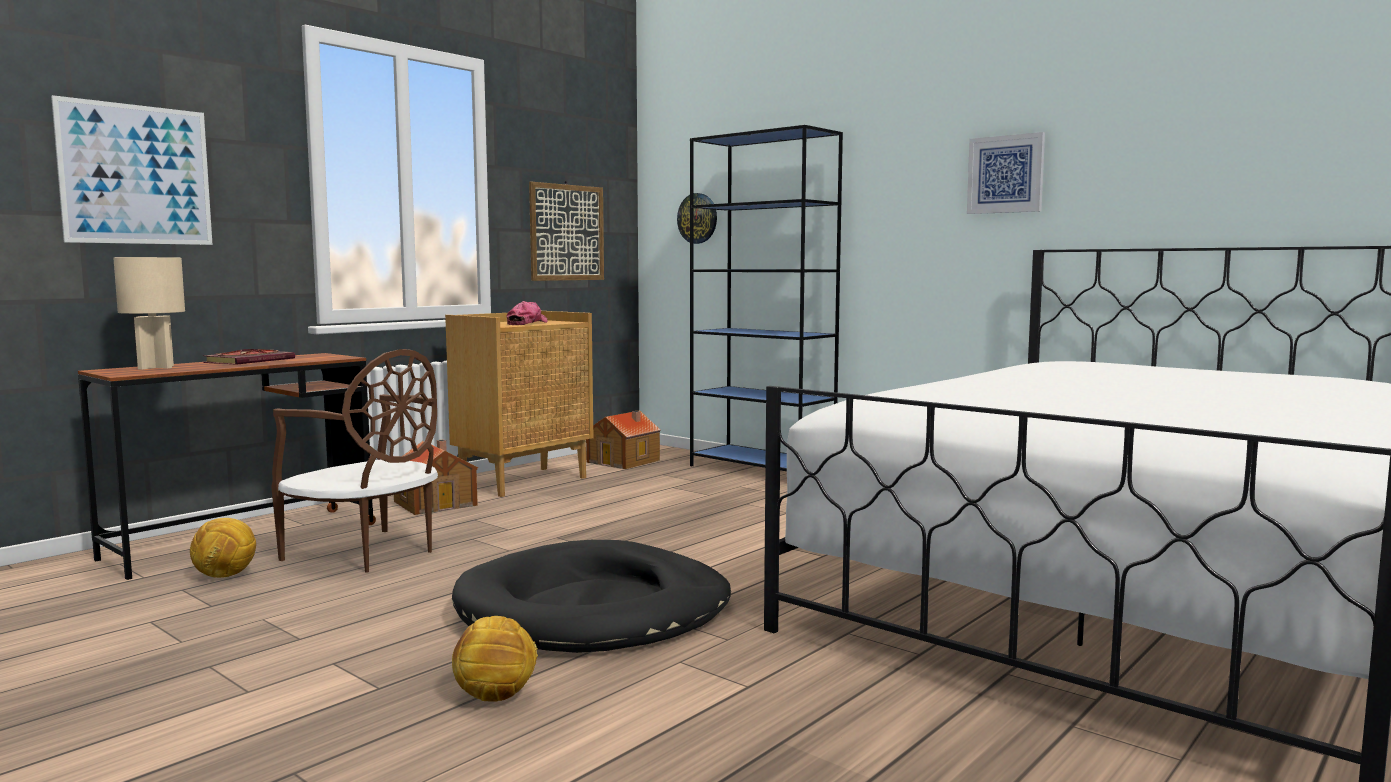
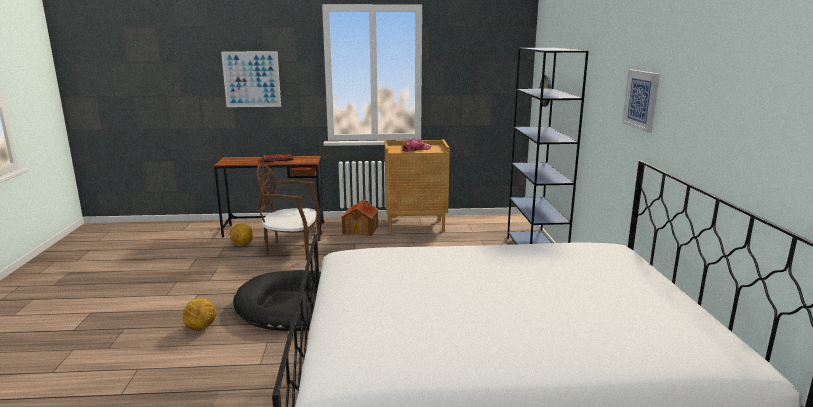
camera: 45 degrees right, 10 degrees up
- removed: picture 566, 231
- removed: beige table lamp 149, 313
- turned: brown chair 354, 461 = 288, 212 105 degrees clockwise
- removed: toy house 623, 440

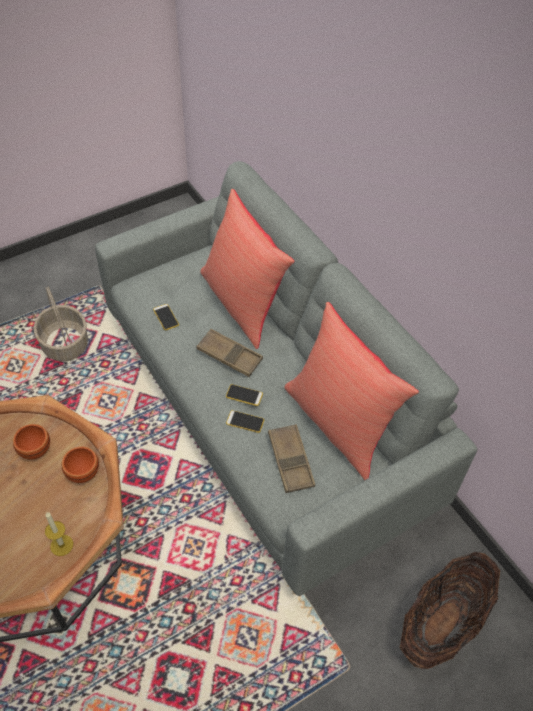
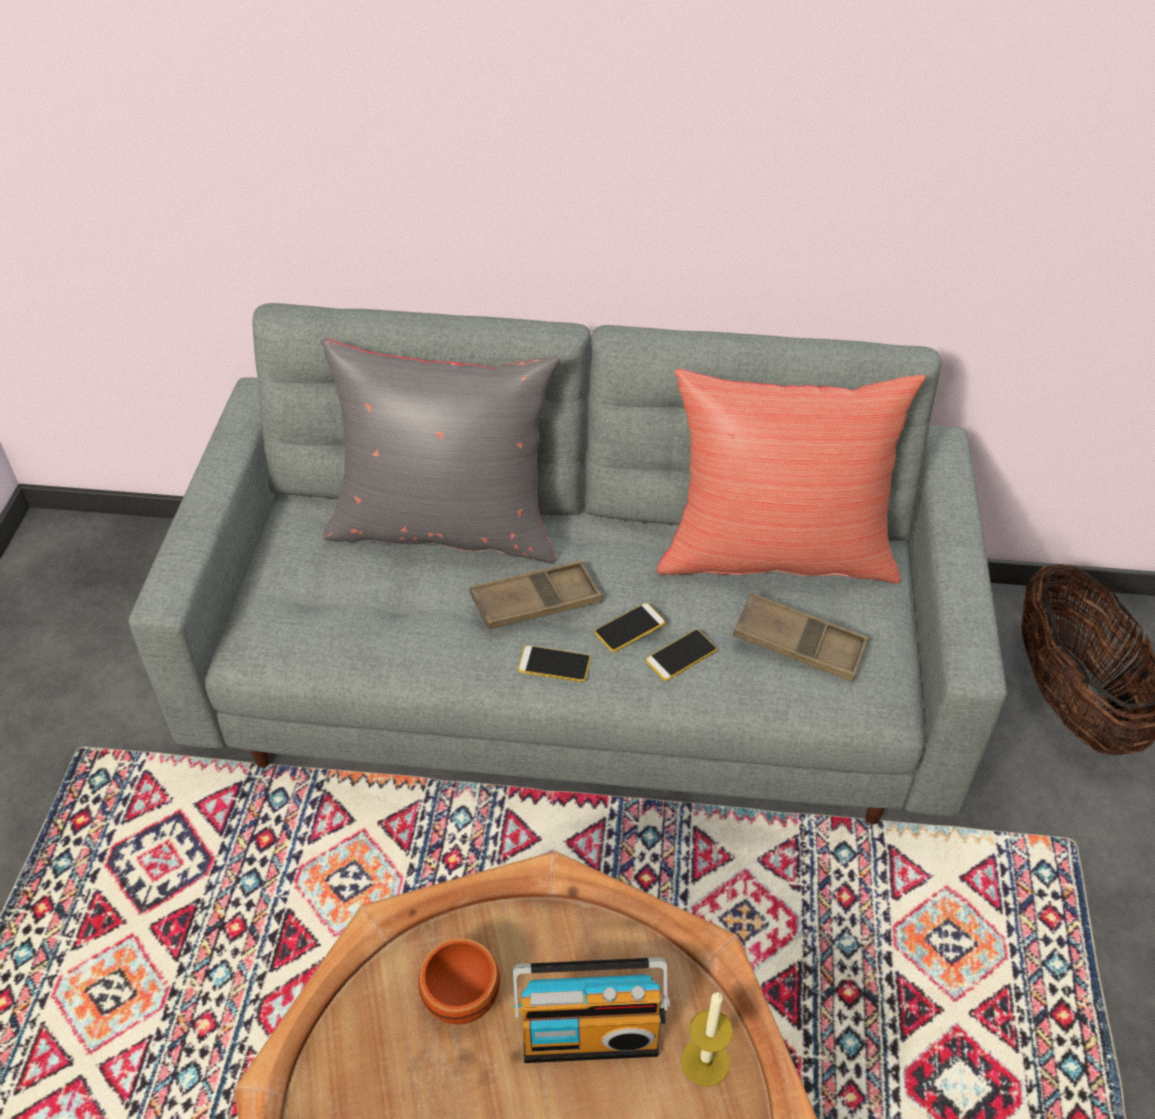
camera: 50 degrees left, 5 degrees down
- recoloured: red pillow 247, 269 to grey pillow 440, 451
- removed: basket 60, 324
- moved: phone 166, 317 to 554, 663
- removed: brown bowl 80, 464
- added: radio 591, 1010

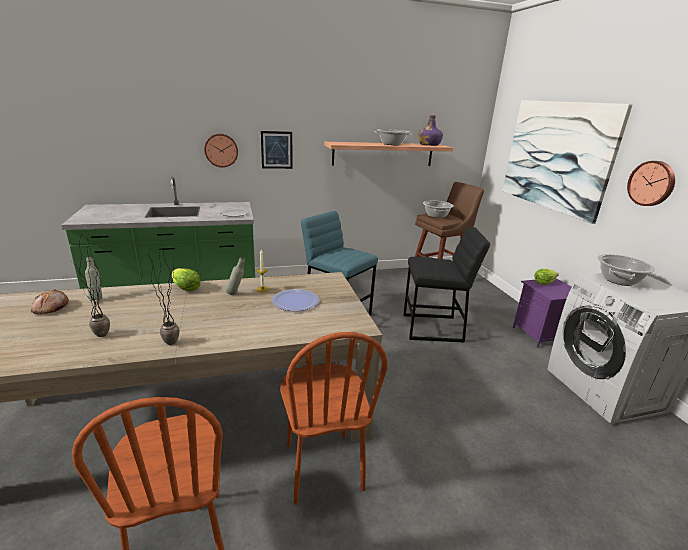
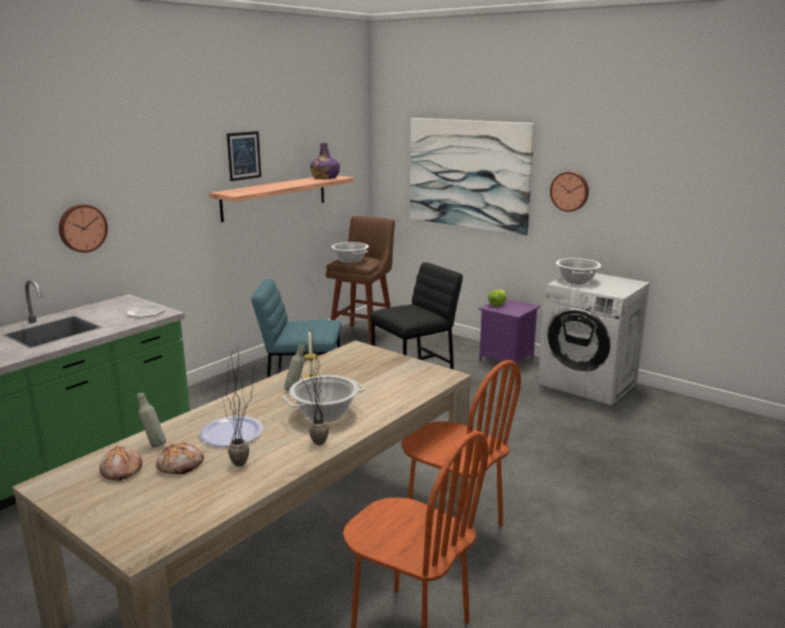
camera: 35 degrees left, 5 degrees down
- moved: cooking pot 393, 137 to 324, 398
- moved: picture 276, 150 to 244, 156
- removed: lettuce 186, 279
- moved: plate 295, 300 to 231, 431
- added: bread 180, 458

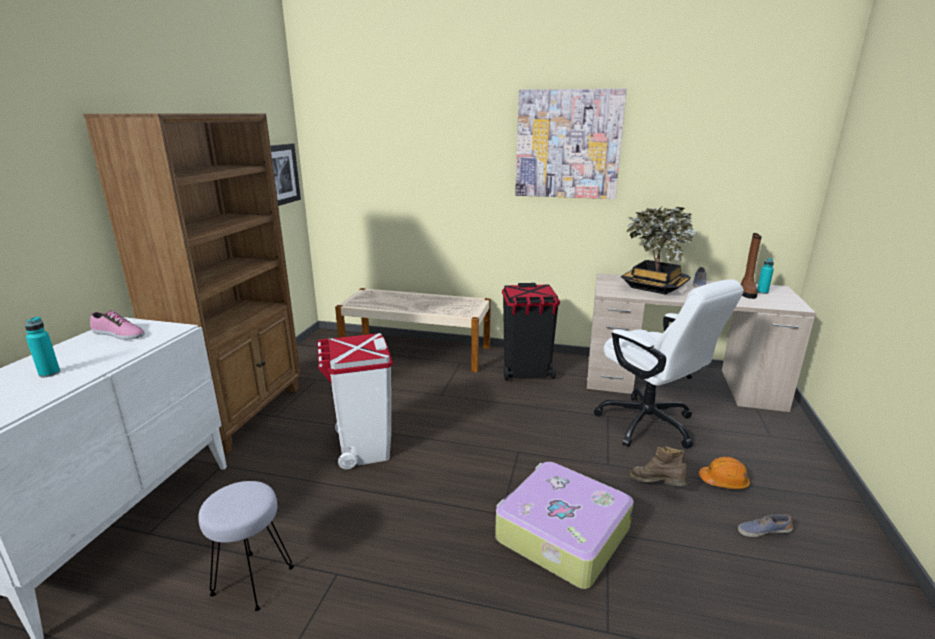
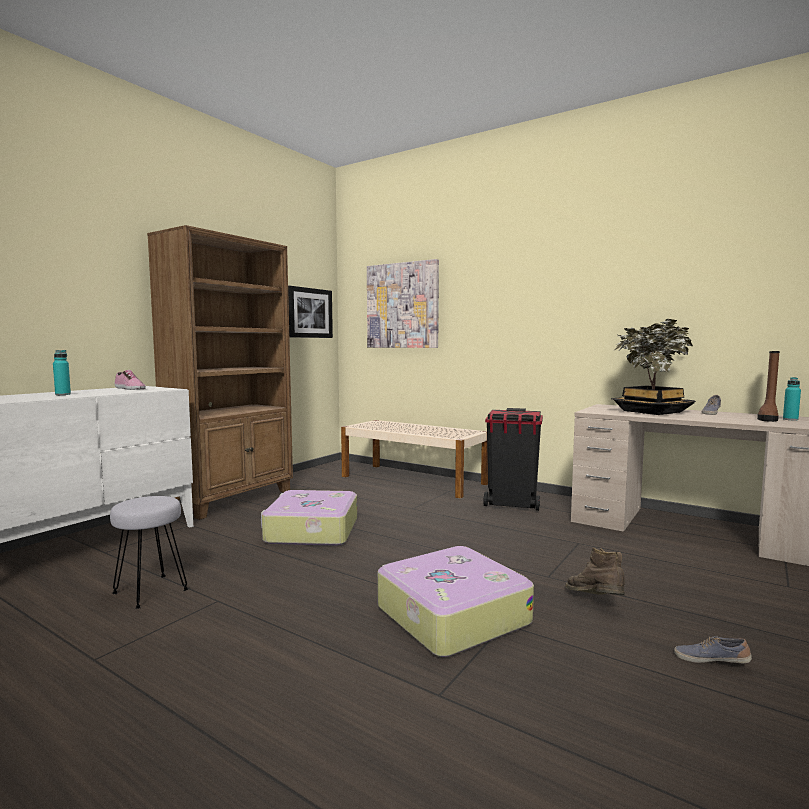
camera: 20 degrees right, 15 degrees down
- moved: picture 571, 144 to 403, 303
- removed: white office chair 669, 364
- replaced: white trash can 355, 401 to suitcase 309, 518
- removed: orange hard hat 724, 473

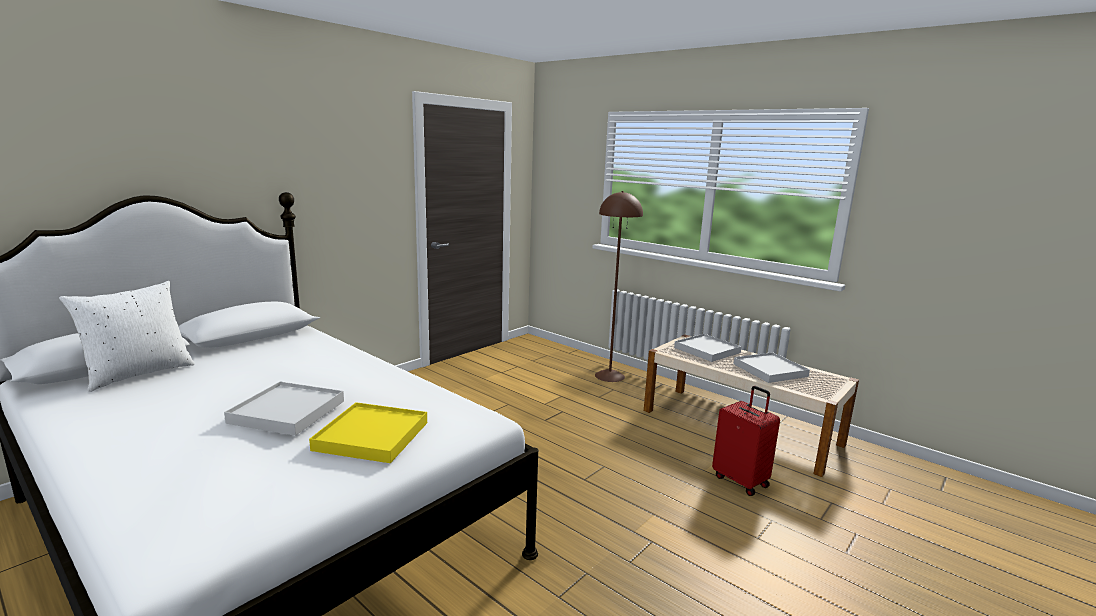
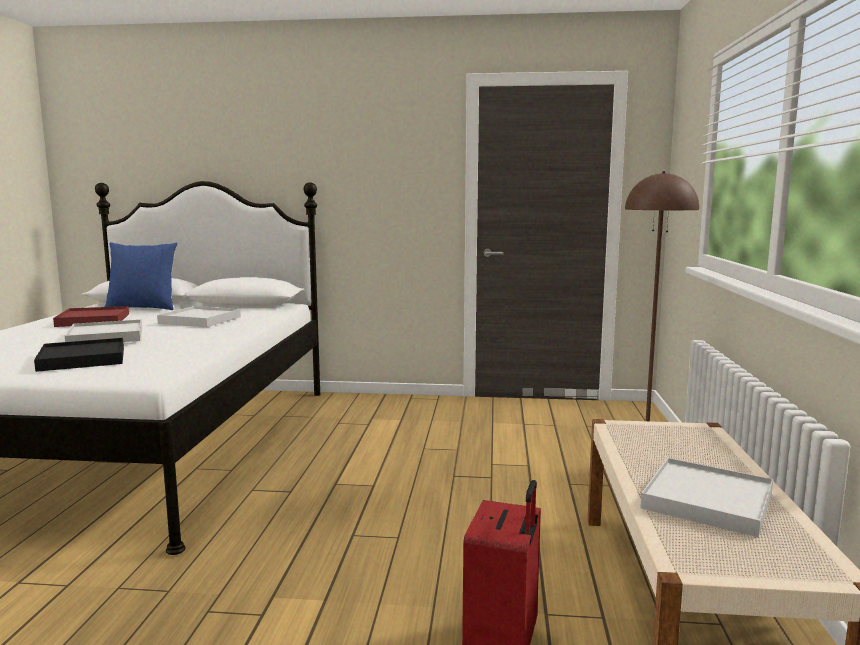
camera: 55 degrees right, 5 degrees down
- recoloured: white pillow 127, 336 to blue pillow 141, 276
- moved: white tray 708, 348 to 199, 316
- recoloured: yellow tray 368, 432 to black tray 79, 355
- added: red tray 91, 316

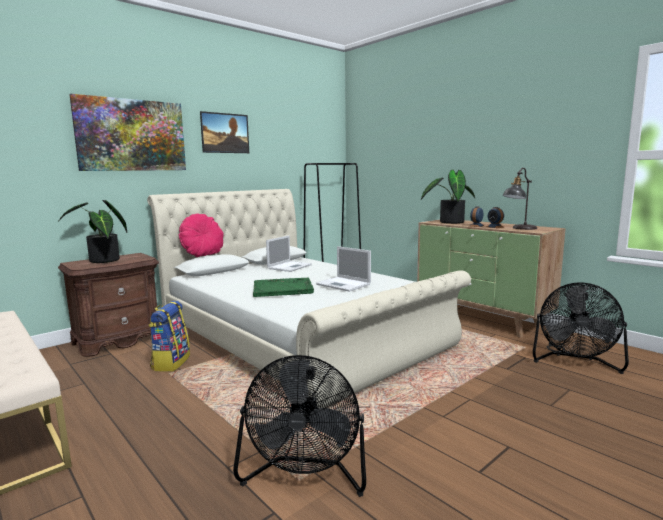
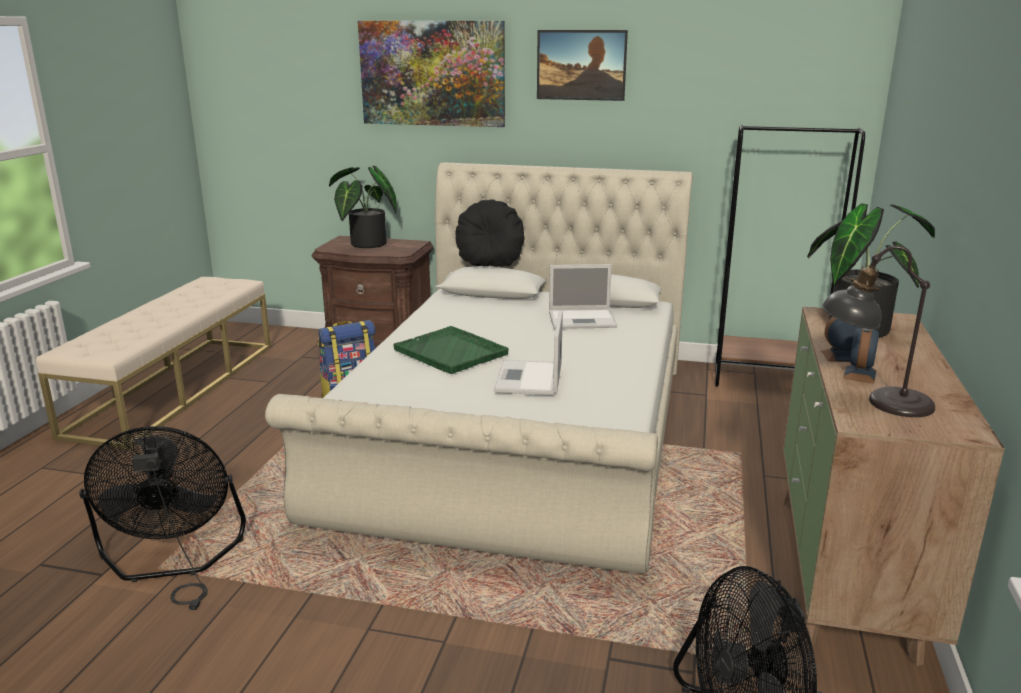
camera: 55 degrees right, 10 degrees up
- recoloured: pink pillow 201, 235 to black pillow 490, 233
- turned: black fan 299, 426 = 162, 518 105 degrees clockwise

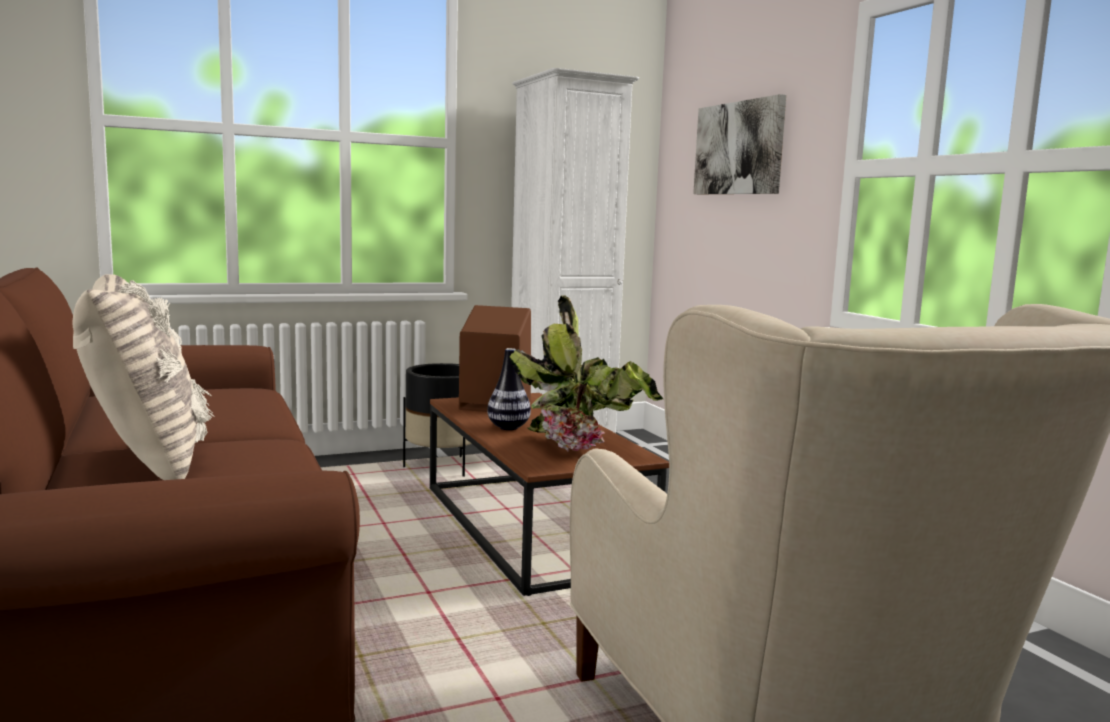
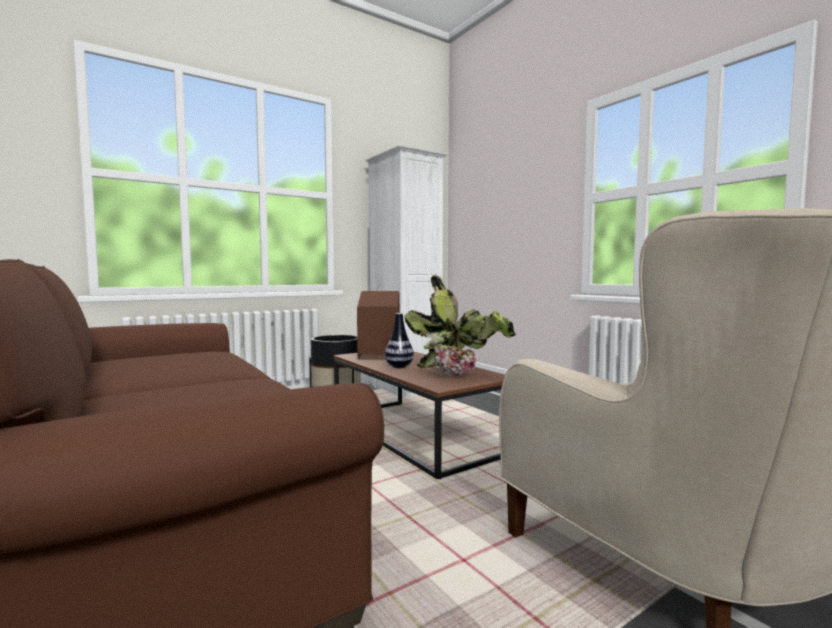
camera: 10 degrees left, 5 degrees down
- removed: picture 740, 144
- removed: beige pillow 143, 377

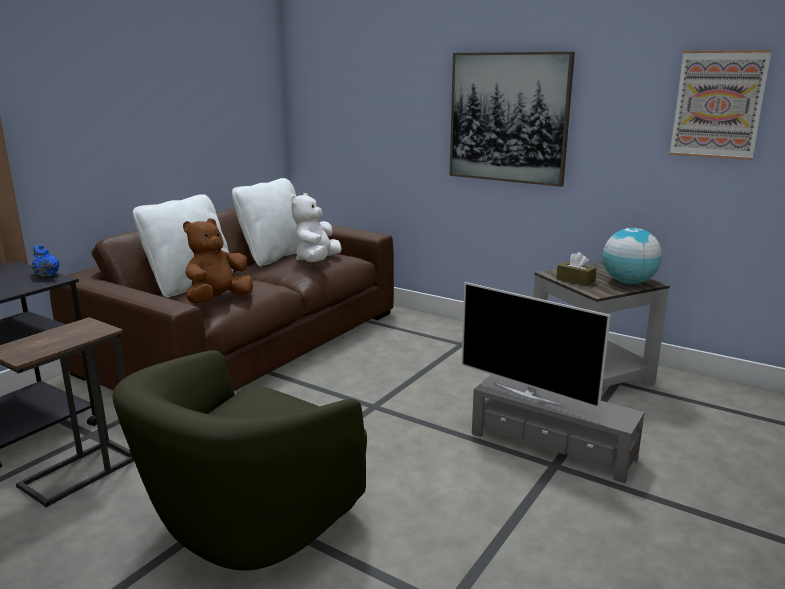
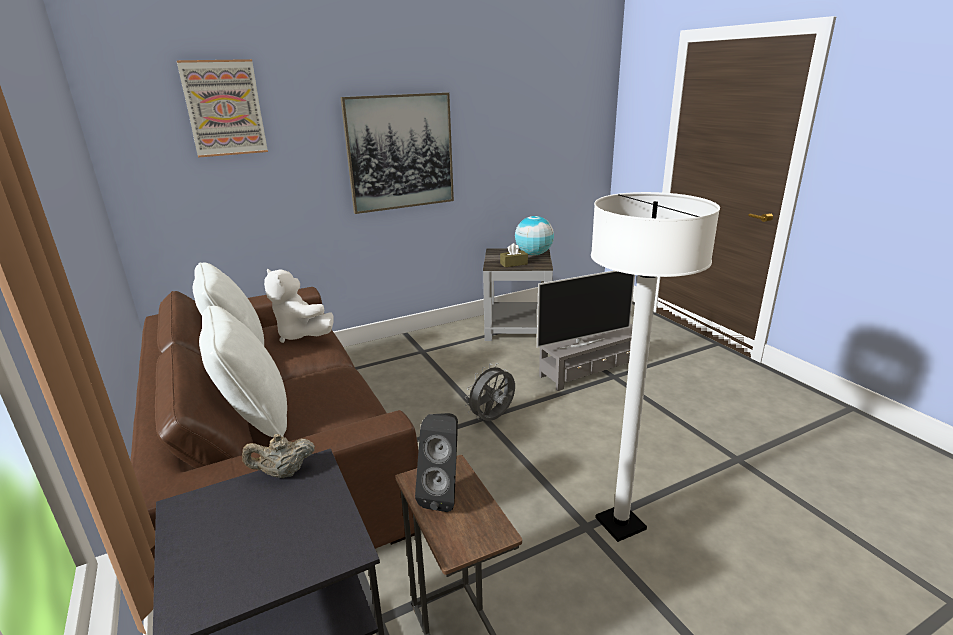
camera: 60 degrees left, 5 degrees up
- moved: picture 720, 105 to 222, 108
- removed: brown plush toy 218, 261
- recoloured: blue teapot 46, 261 to beige teapot 278, 456
- replaced: green armchair 239, 460 to white floor lamp 655, 367
- added: grey fan 490, 392
- added: black speaker 436, 462

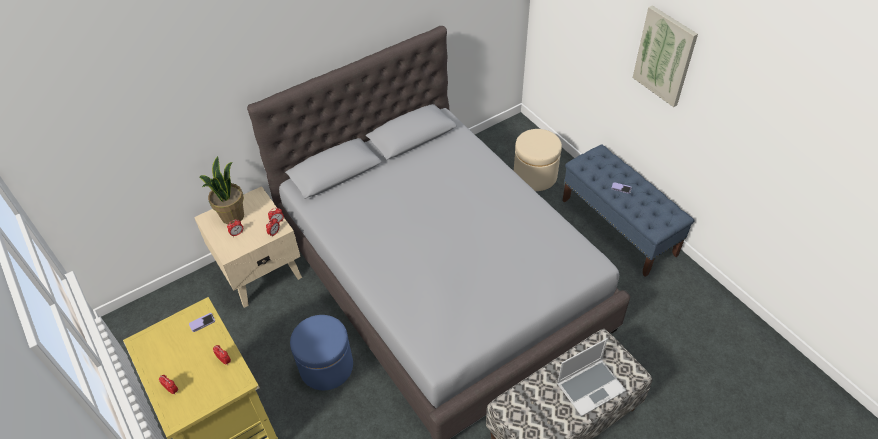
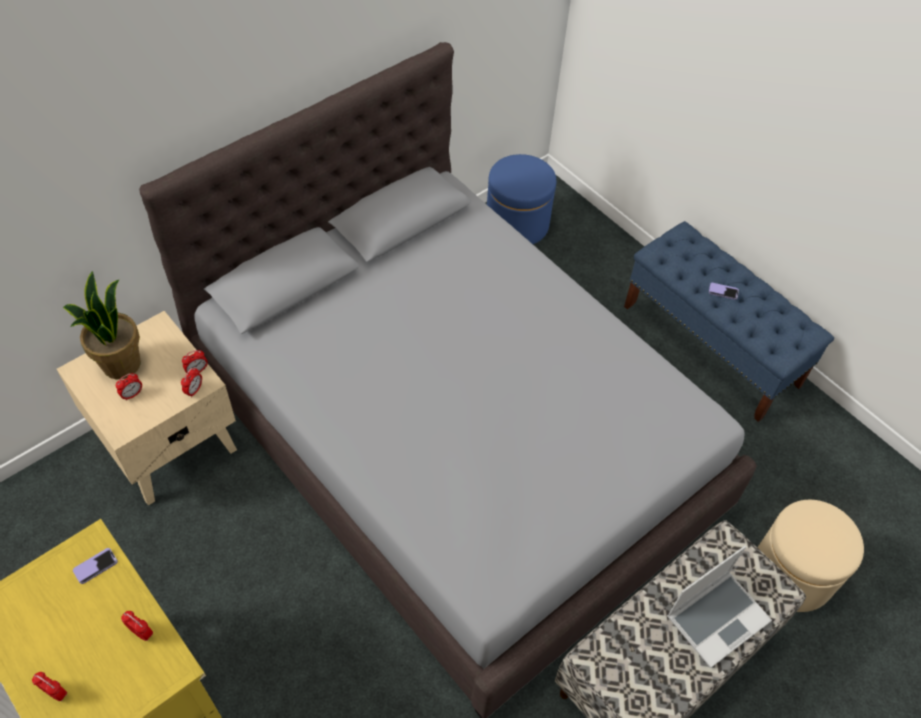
camera: 10 degrees left, 5 degrees up
- removed: picture 665, 56
- moved: beige ottoman 538, 160 to 810, 556
- moved: blue ottoman 321, 352 to 521, 199

